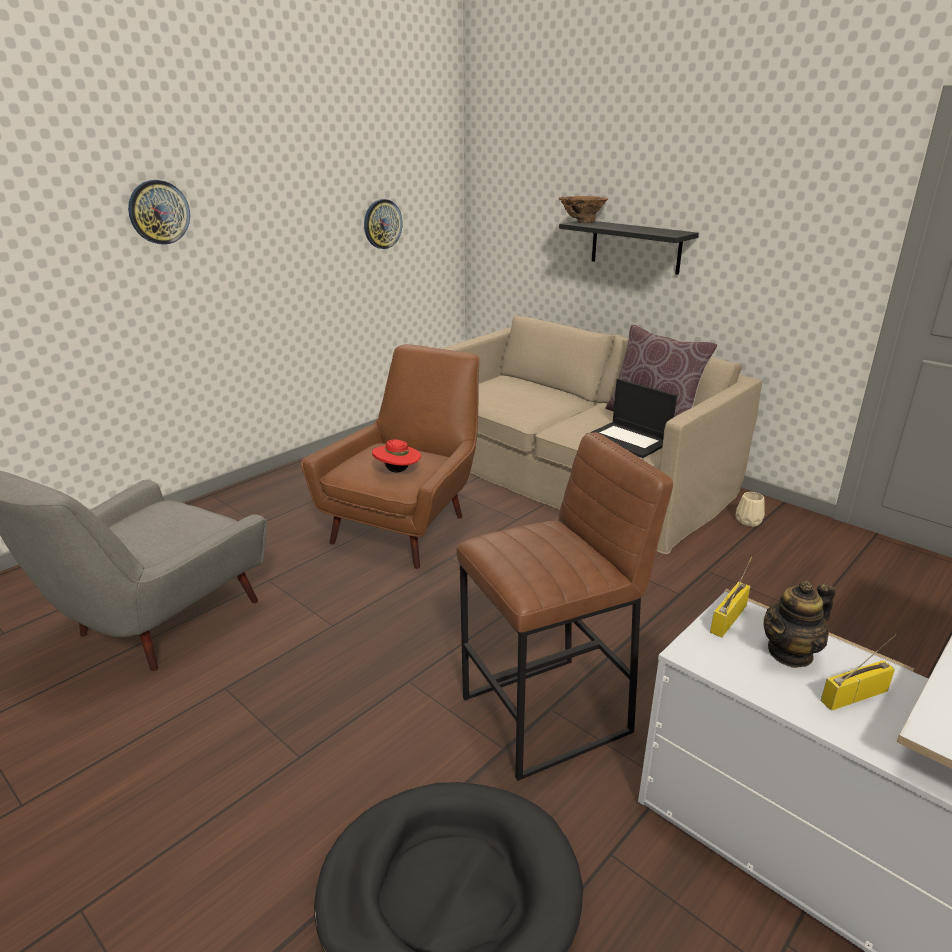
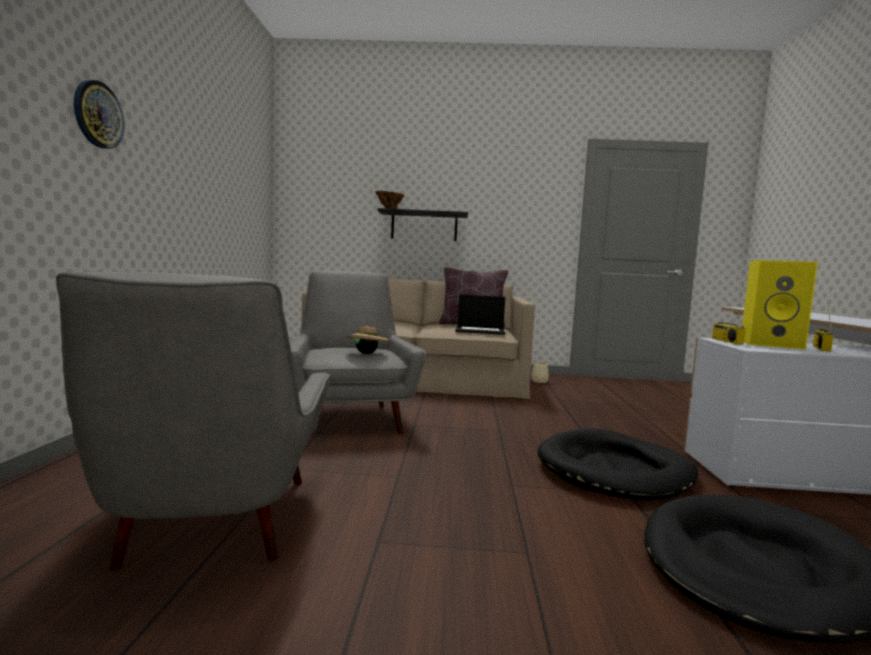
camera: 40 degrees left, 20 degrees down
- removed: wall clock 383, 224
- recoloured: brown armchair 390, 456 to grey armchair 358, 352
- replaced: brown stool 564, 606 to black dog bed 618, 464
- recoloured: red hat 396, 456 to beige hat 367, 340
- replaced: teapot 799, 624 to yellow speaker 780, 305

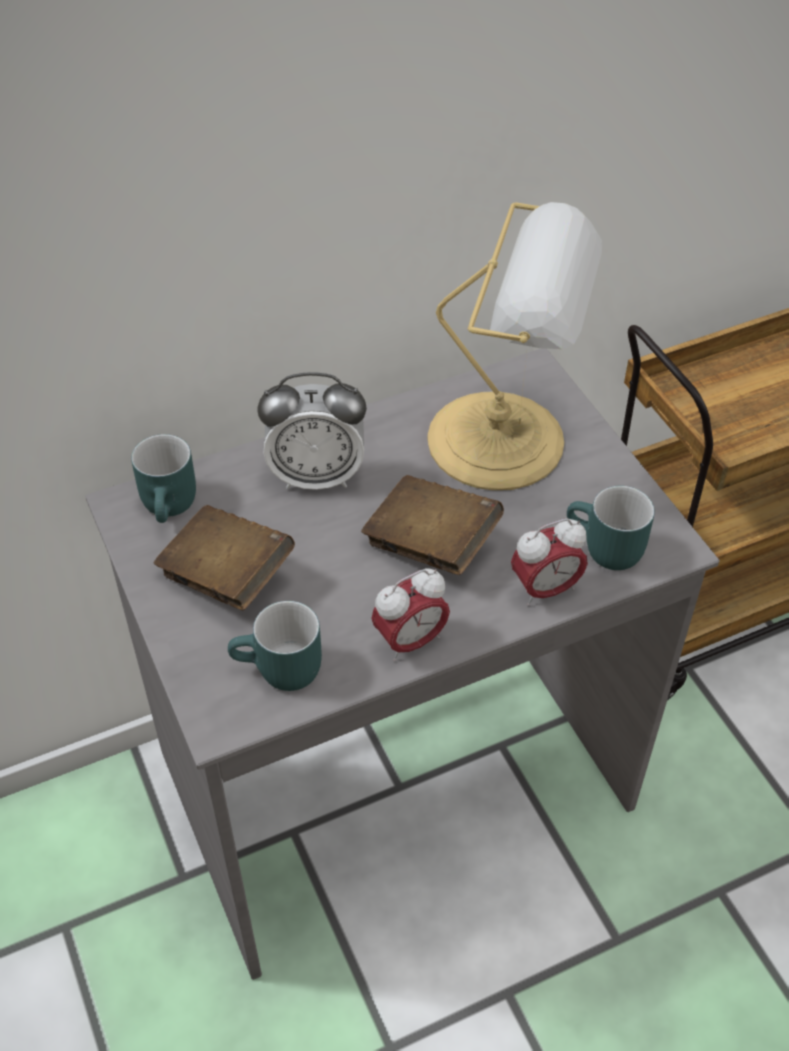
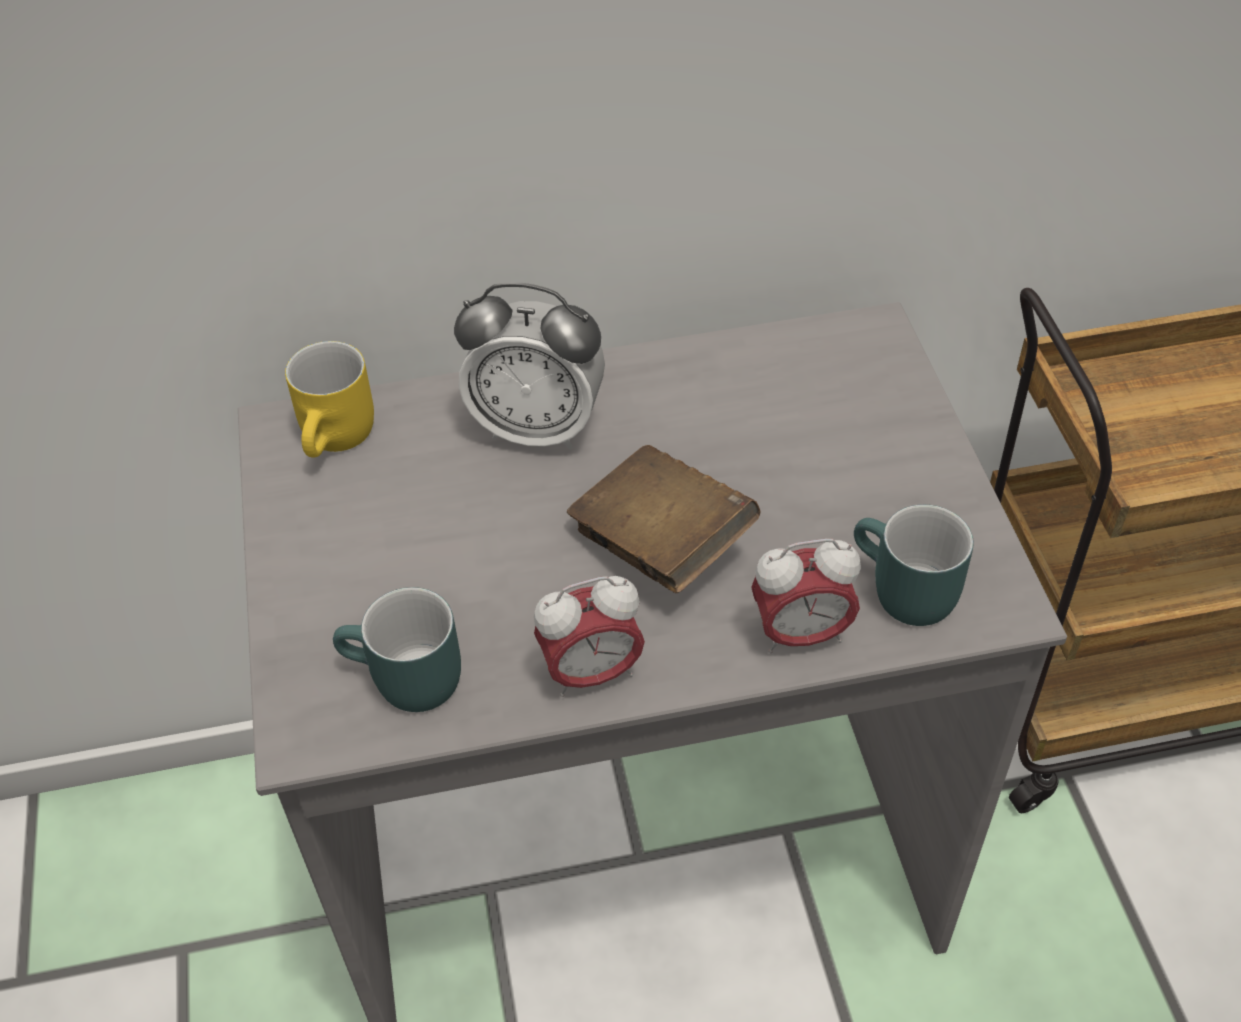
camera: 15 degrees right, 0 degrees up
- removed: table lamp 514, 346
- recoloured: turquoise mug 163, 478 to yellow mug 329, 399
- removed: brown book 224, 557

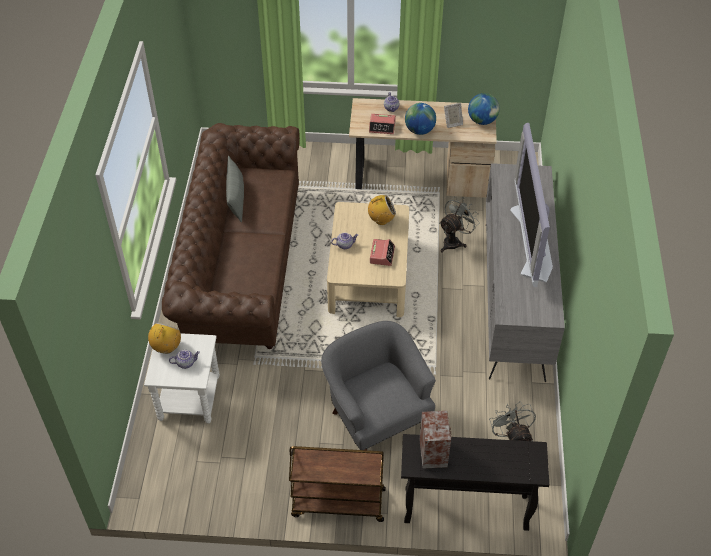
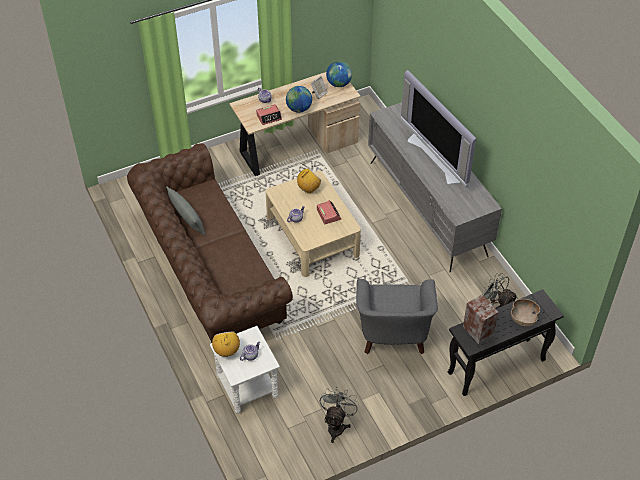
camera: 30 degrees left, 0 degrees up
- moved: grey fan 459, 224 to 339, 415
- turned: grey armchair 378, 385 = 397, 316 120 degrees counterclockwise
- removed: brown cart 337, 484
- added: brown bowl 525, 313

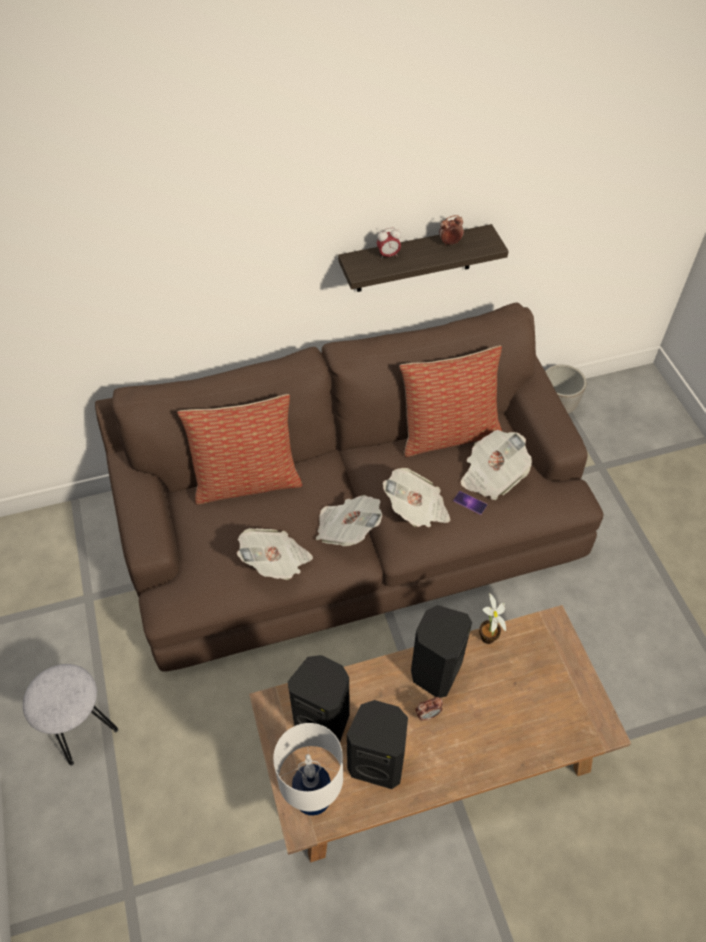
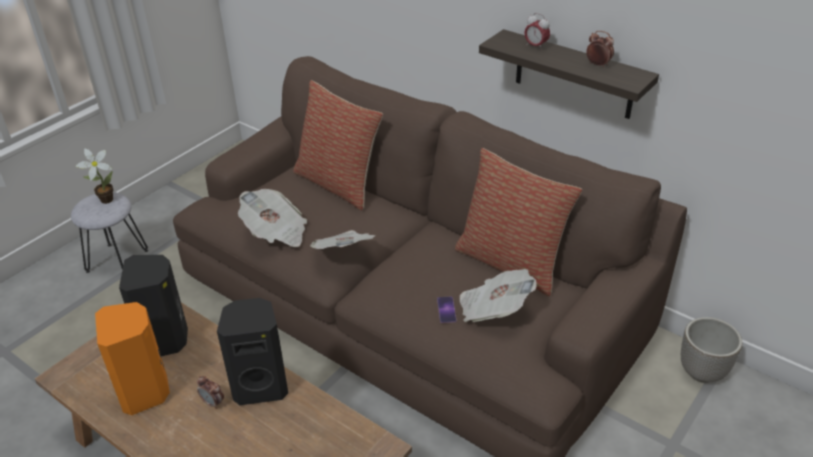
camera: 55 degrees right, 15 degrees down
- removed: newspaper 417, 497
- moved: potted plant 492, 618 to 94, 176
- recoloured: black speaker 377, 744 to orange speaker 132, 358
- removed: white table lamp 308, 769

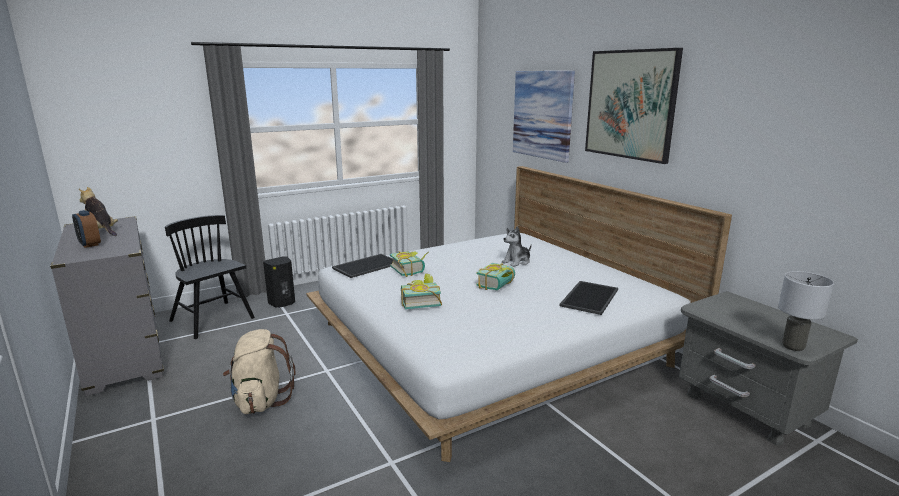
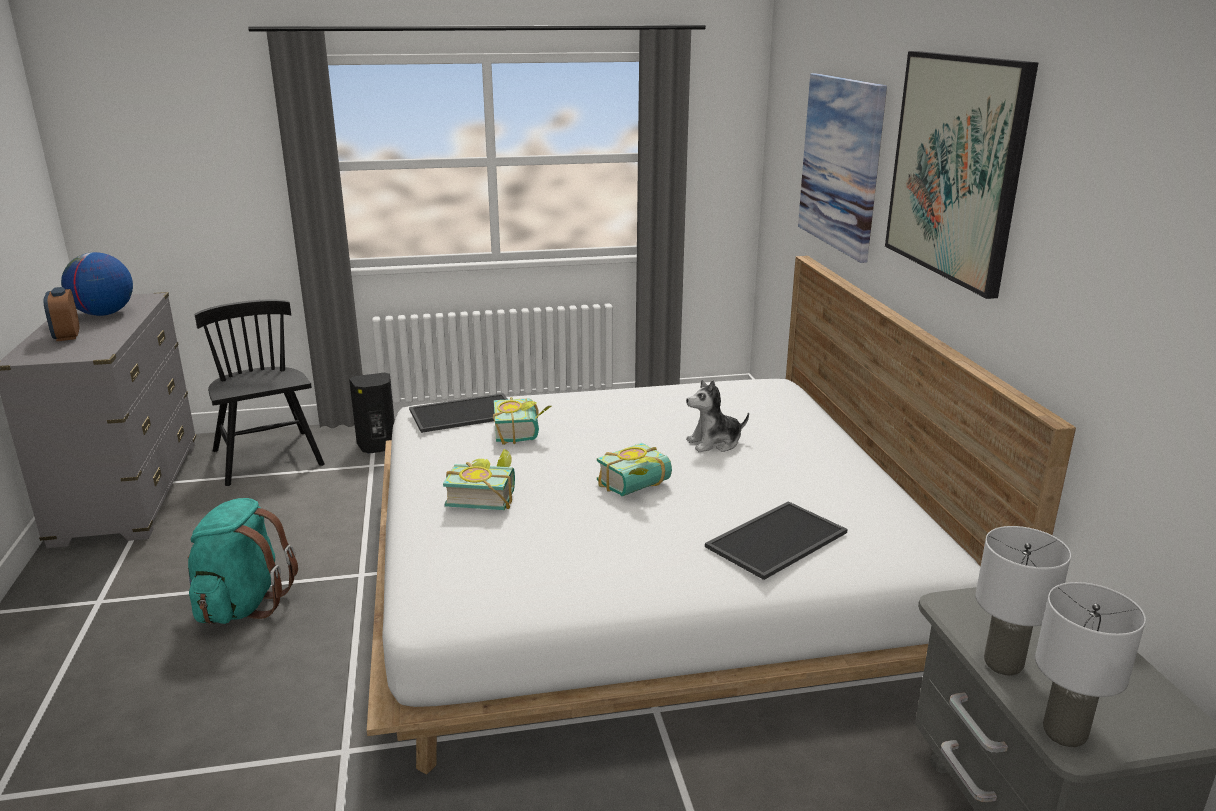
camera: 20 degrees right, 5 degrees up
- replaced: plush toy 98, 211 to globe 97, 284
- recoloured: beige backpack 259, 371 to turquoise backpack 243, 561
- added: white table lamp 1023, 601

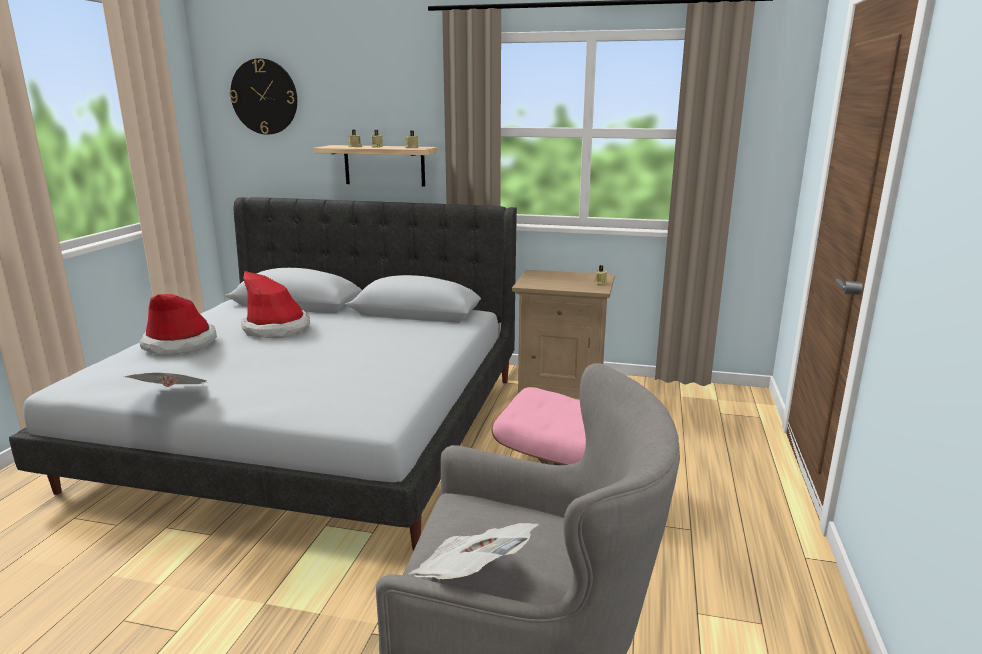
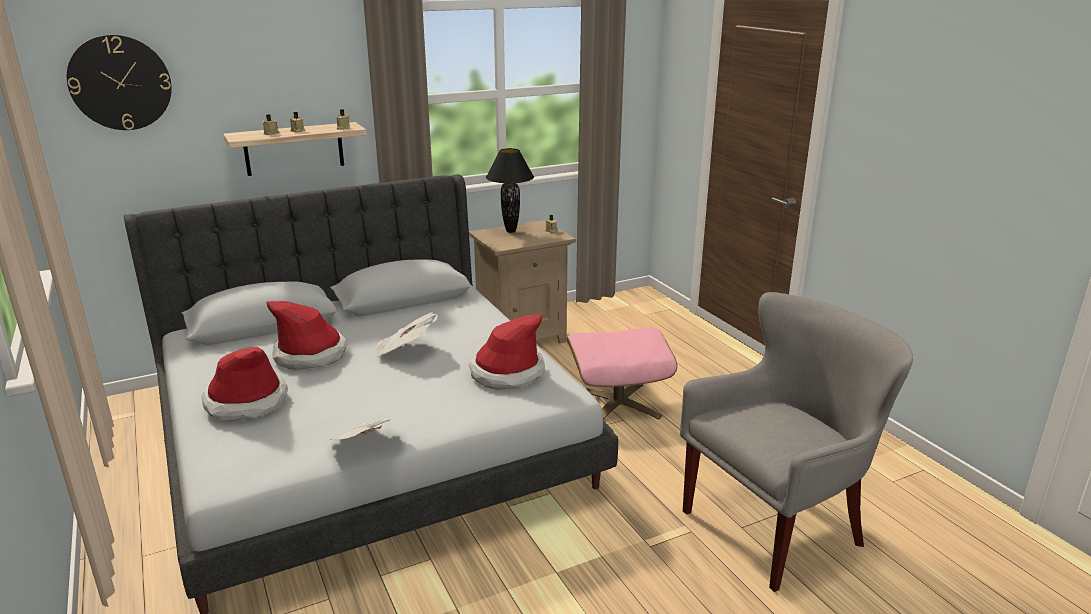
camera: 40 degrees left, 5 degrees up
- moved: newspaper 473, 551 to 407, 334
- added: black table lamp 510, 190
- added: hat 506, 352

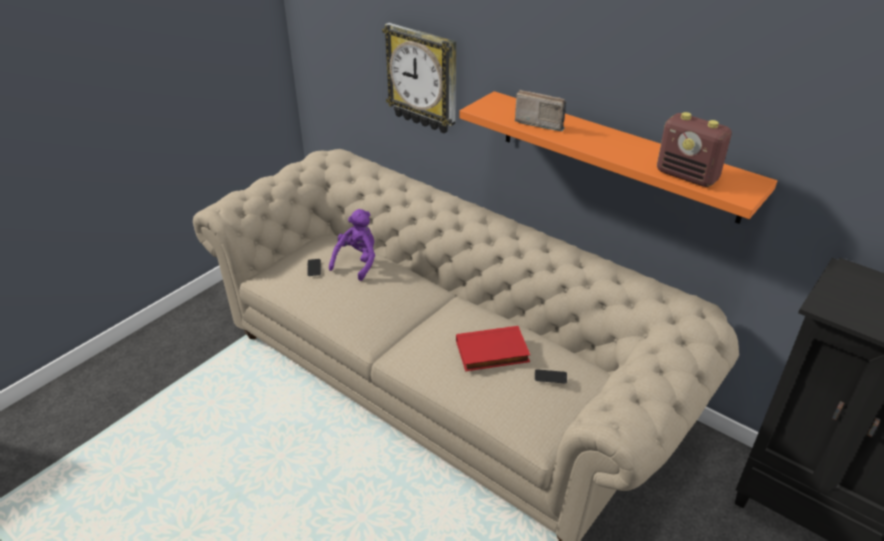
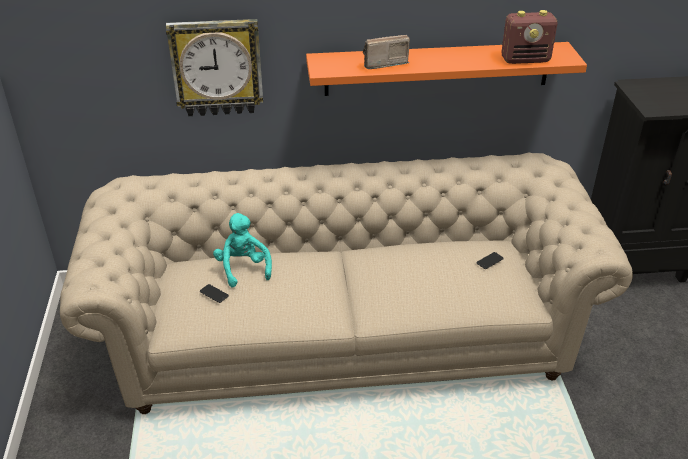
camera: 45 degrees left, 0 degrees up
- recoloured: purple plush toy 352, 245 to turquoise plush toy 242, 250
- removed: red book 493, 348

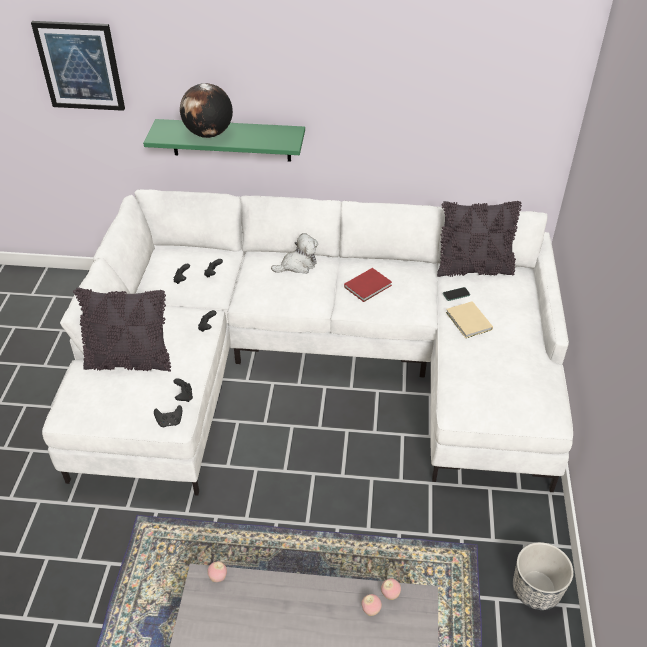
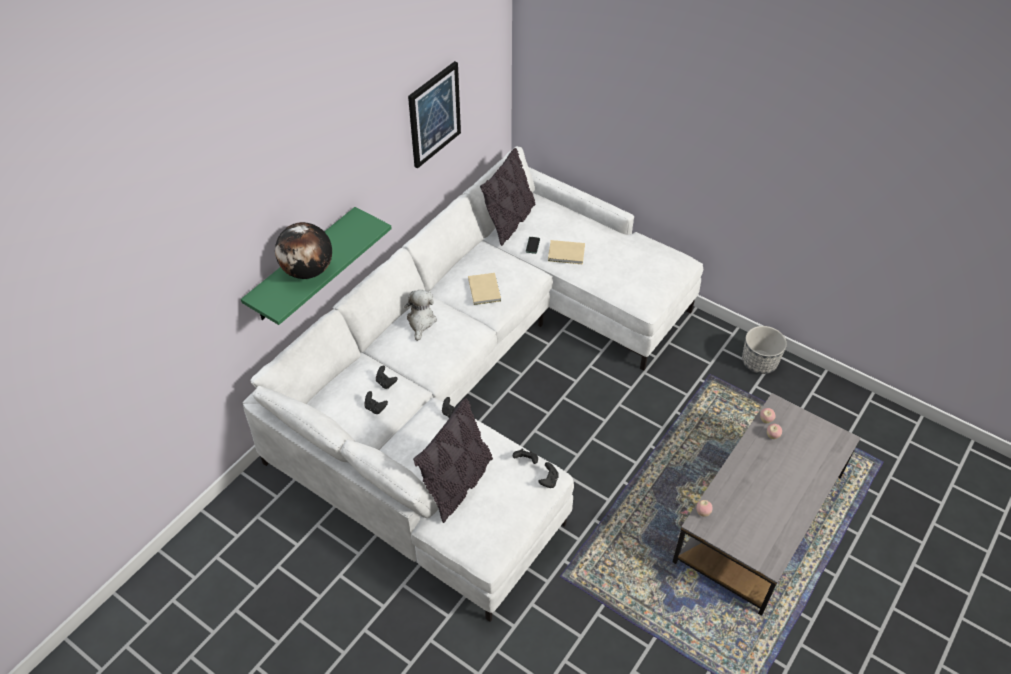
camera: 60 degrees left, 5 degrees up
- moved: picture 78, 66 to 434, 114
- recoloured: red book 368, 285 to beige book 484, 289

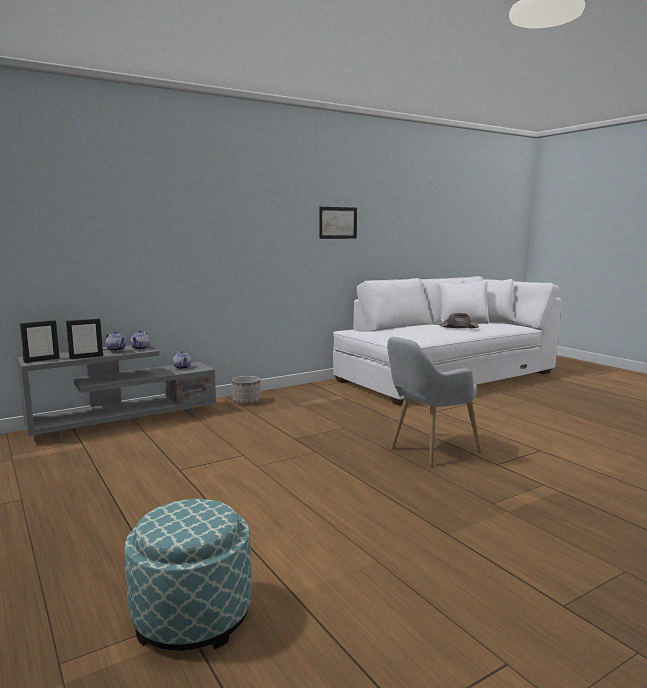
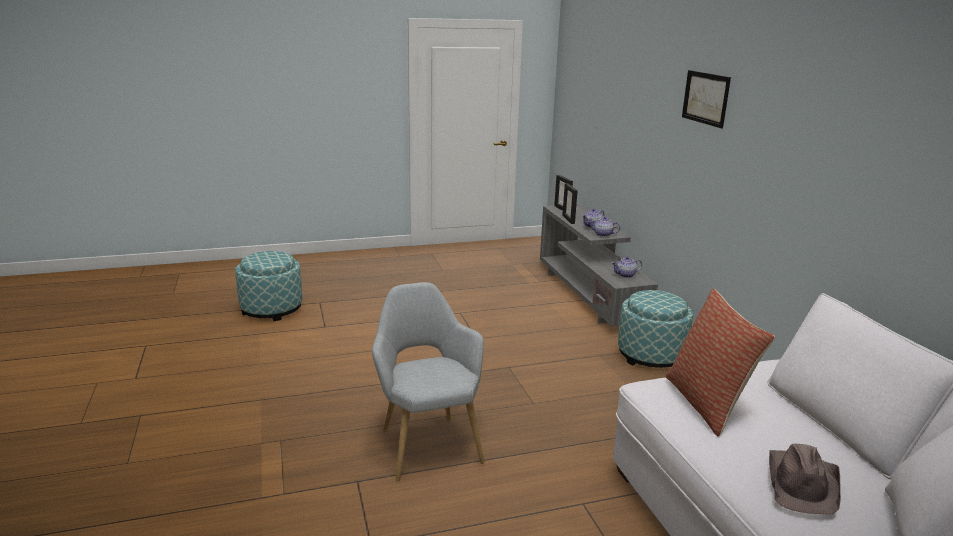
camera: 105 degrees right, 10 degrees up
- moved: picture 338, 223 to 706, 99
- replaced: planter 246, 390 to ottoman 655, 329
- added: pillow 720, 362

